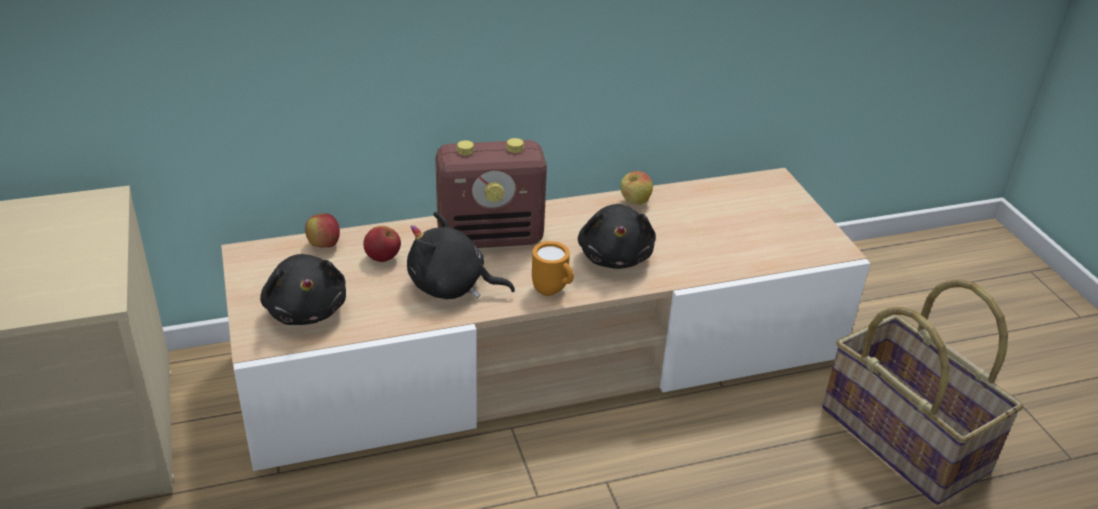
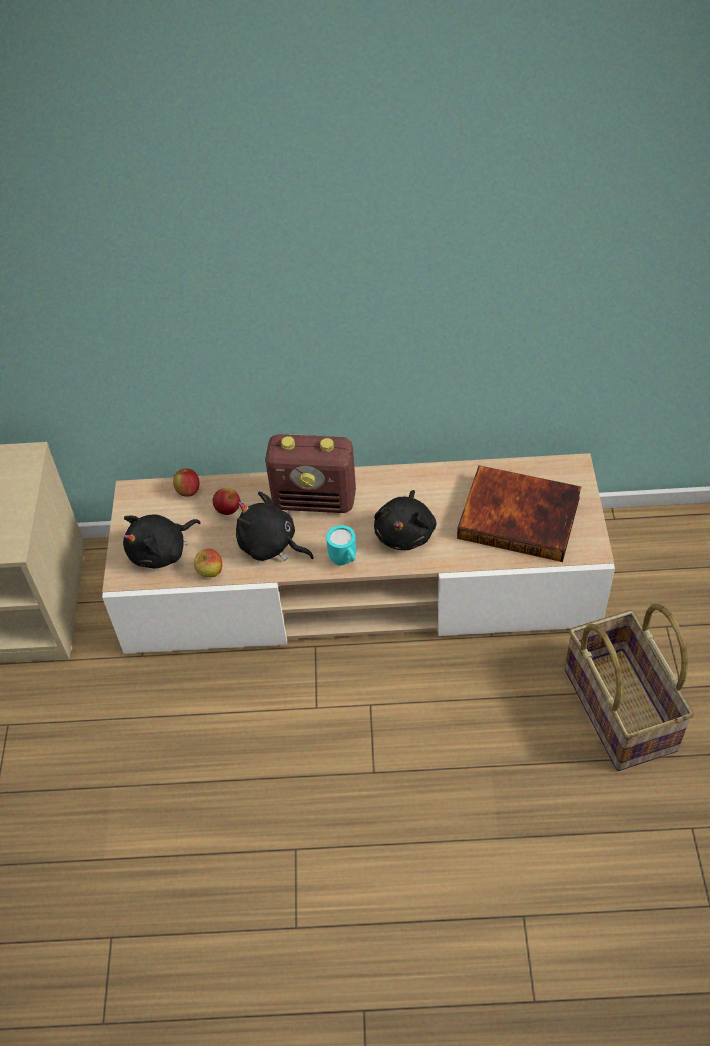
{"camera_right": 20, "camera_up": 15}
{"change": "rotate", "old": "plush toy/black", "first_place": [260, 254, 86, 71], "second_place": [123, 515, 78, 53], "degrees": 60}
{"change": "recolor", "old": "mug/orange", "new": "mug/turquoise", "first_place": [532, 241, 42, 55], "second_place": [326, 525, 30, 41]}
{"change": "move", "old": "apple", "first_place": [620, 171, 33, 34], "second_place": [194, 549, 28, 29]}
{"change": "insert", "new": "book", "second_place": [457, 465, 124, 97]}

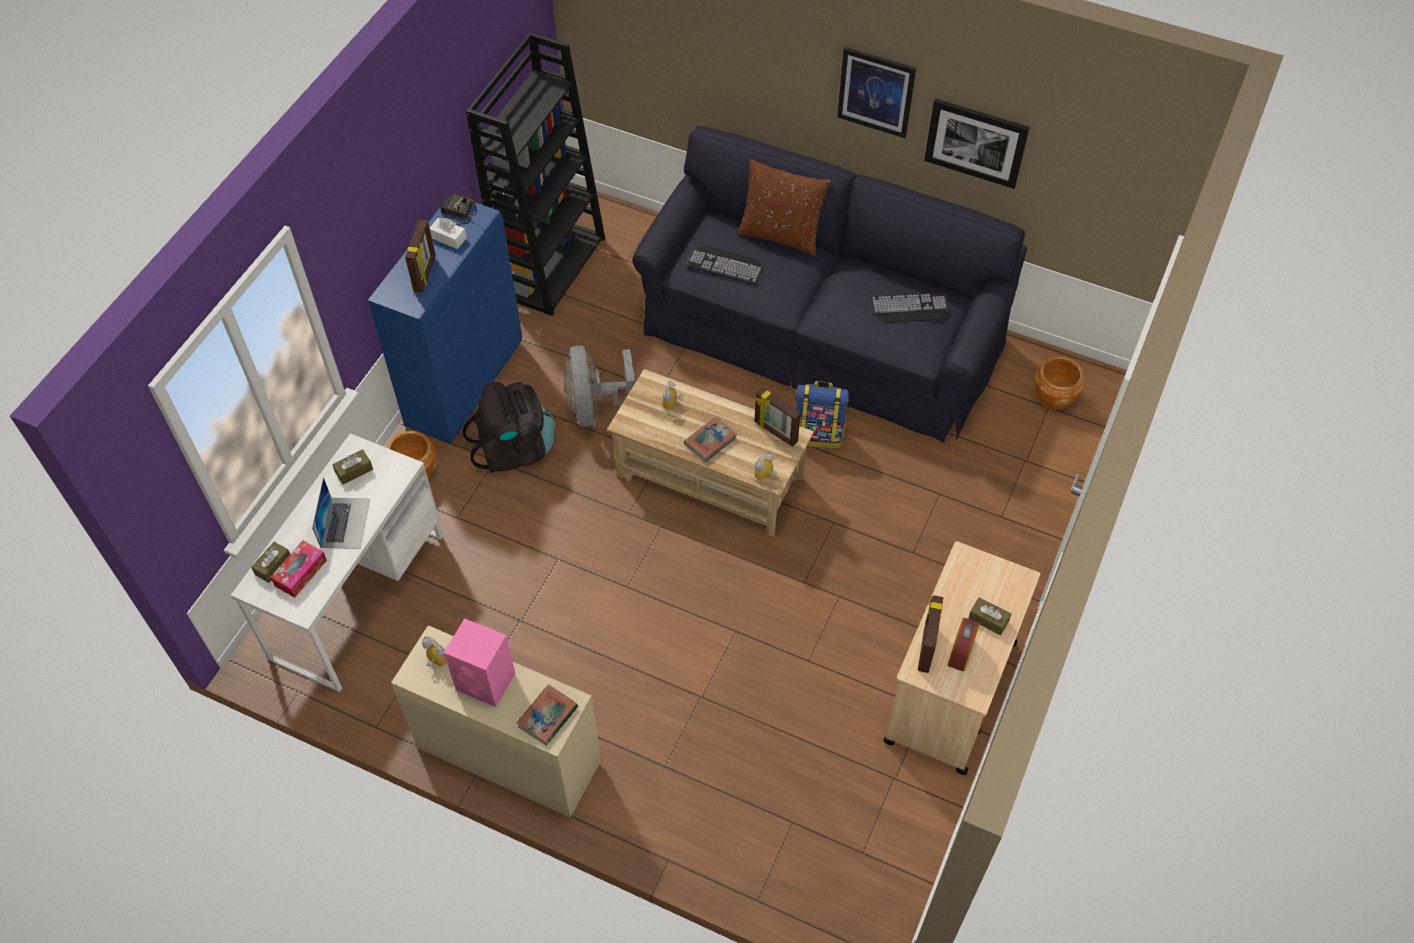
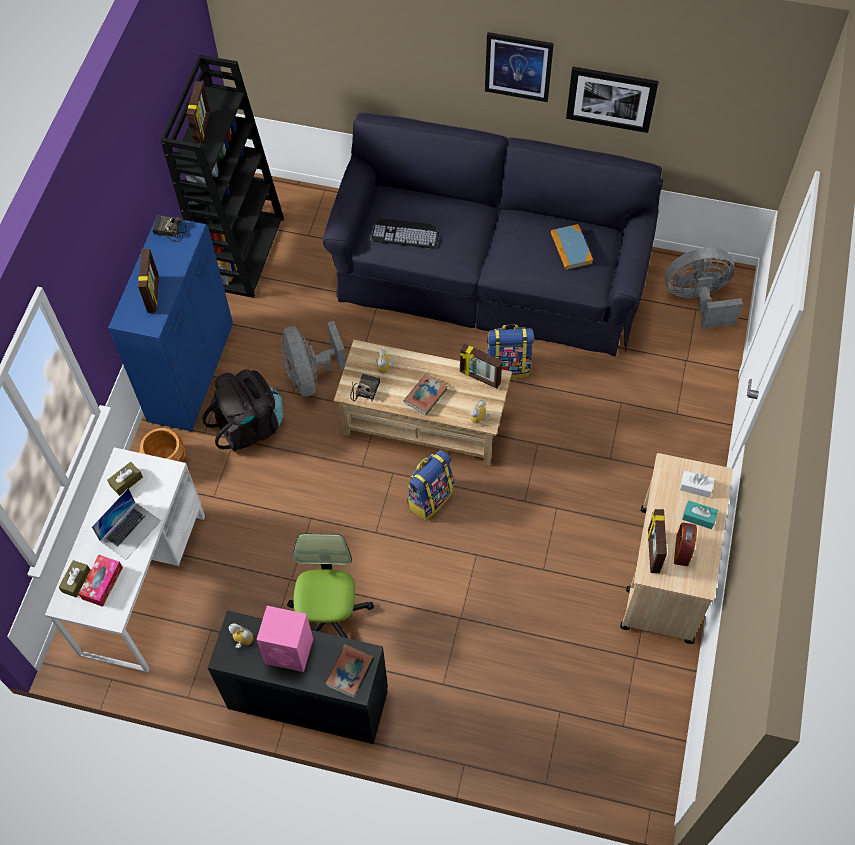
{"camera_right": -10, "camera_up": 5}
{"change": "rotate", "old": "laptop", "first_place": [312, 477, 58, 72], "second_place": [92, 488, 69, 72], "degrees": 45}
{"change": "recolor", "old": "desk/beige", "new": "desk/black", "first_place": [391, 625, 210, 193], "second_place": [208, 610, 180, 134]}
{"change": "move", "old": "tissue box/white", "first_place": [430, 218, 37, 31], "second_place": [680, 471, 35, 27]}
{"change": "delete", "old": "pillow/brown", "first_place": [737, 159, 94, 97]}
{"change": "replace", "old": "keyboard", "new": "book", "first_place": [869, 293, 80, 30], "second_place": [551, 224, 42, 46]}
{"change": "recolor", "old": "tissue box/brown", "new": "tissue box/turquoise", "first_place": [968, 597, 43, 38], "second_place": [682, 501, 36, 28]}
{"change": "replace", "old": "planter/brown", "new": "fan/grey", "first_place": [1033, 356, 51, 54], "second_place": [665, 248, 78, 81]}
{"change": "insert", "new": "picture frame", "second_place": [186, 81, 24, 63]}
{"change": "insert", "new": "office chair", "second_place": [287, 534, 87, 104]}
{"change": "insert", "new": "radio", "second_place": [350, 374, 30, 28]}
{"change": "insert", "new": "backpack", "second_place": [407, 450, 47, 71]}

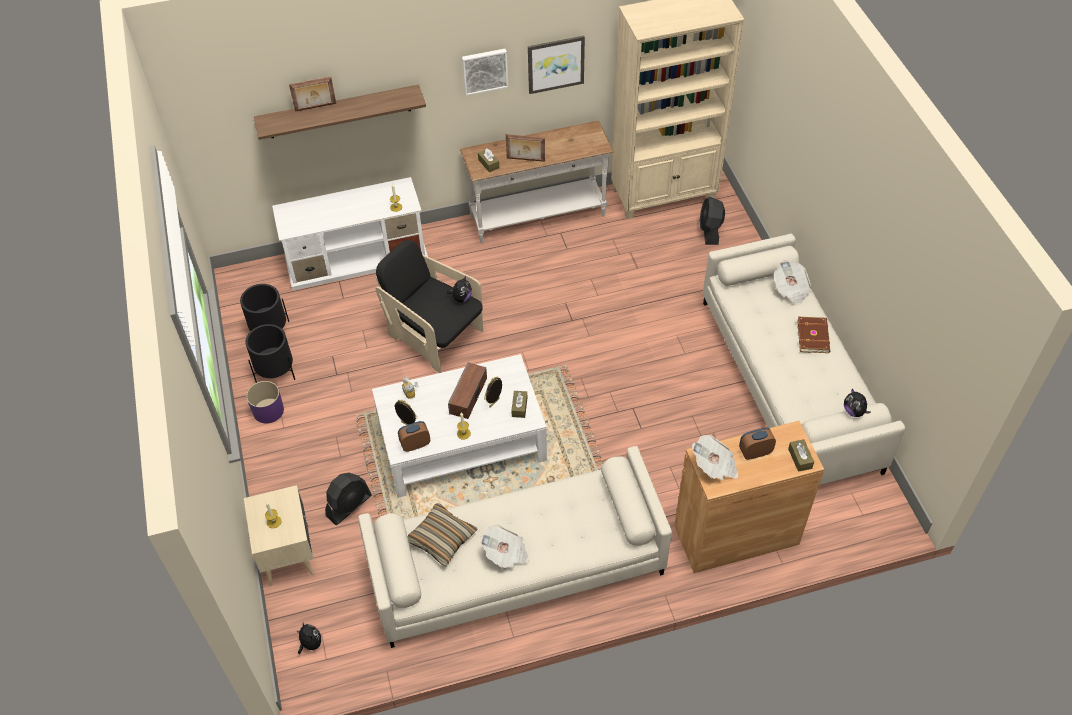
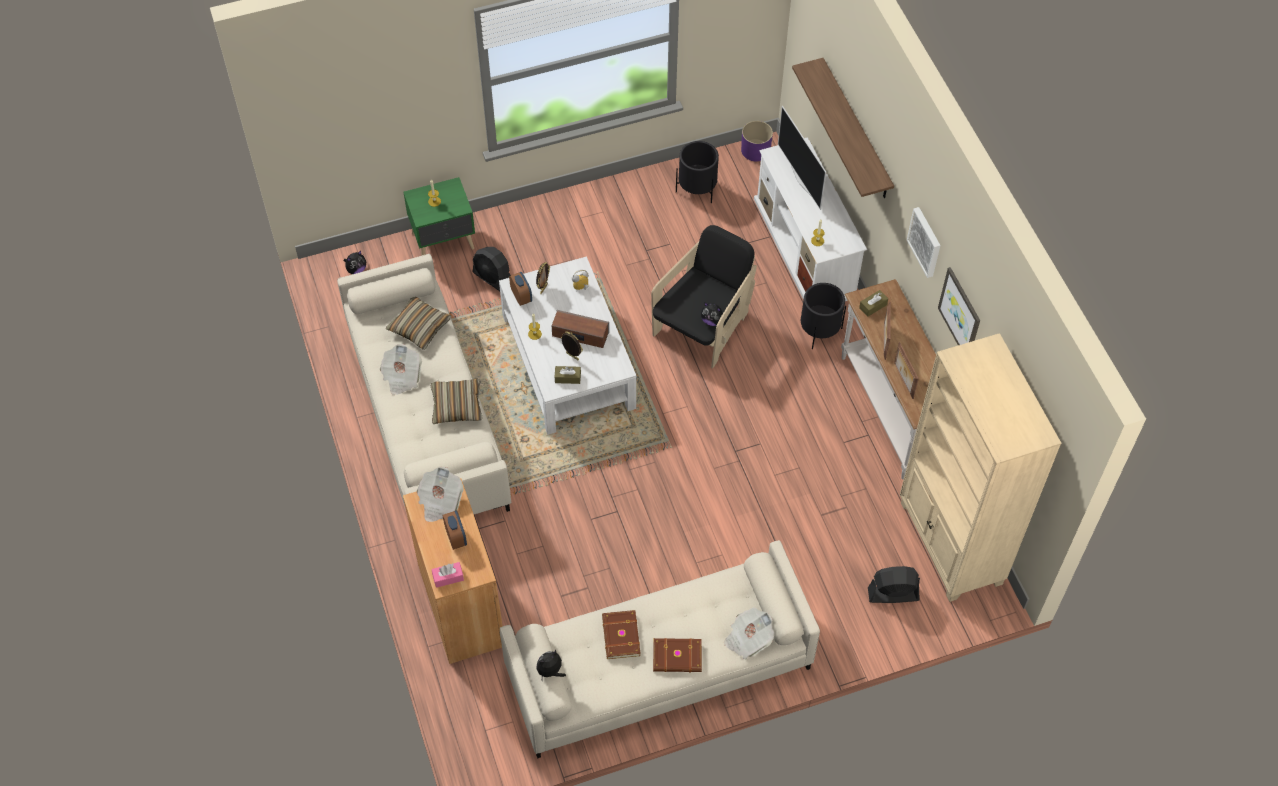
{"camera_right": 85, "camera_up": 5}
{"change": "recolor", "old": "nightstand/beige", "new": "nightstand/green", "first_place": [244, 485, 70, 101], "second_place": [403, 177, 72, 79]}
{"change": "move", "old": "planter/black", "first_place": [246, 324, 49, 59], "second_place": [801, 283, 45, 66]}
{"change": "move", "old": "planter/purple", "first_place": [246, 381, 38, 42], "second_place": [741, 121, 32, 41]}
{"change": "move", "old": "picture frame", "first_place": [289, 76, 47, 36], "second_place": [894, 342, 25, 57]}
{"change": "recolor", "old": "tissue box/brown", "new": "tissue box/pink", "first_place": [788, 439, 26, 33], "second_place": [432, 562, 32, 26]}
{"change": "insert", "new": "pillow", "second_place": [431, 378, 52, 46]}
{"change": "insert", "new": "book/brown", "second_place": [602, 610, 39, 49]}
{"change": "insert", "new": "television", "second_place": [778, 106, 49, 104]}

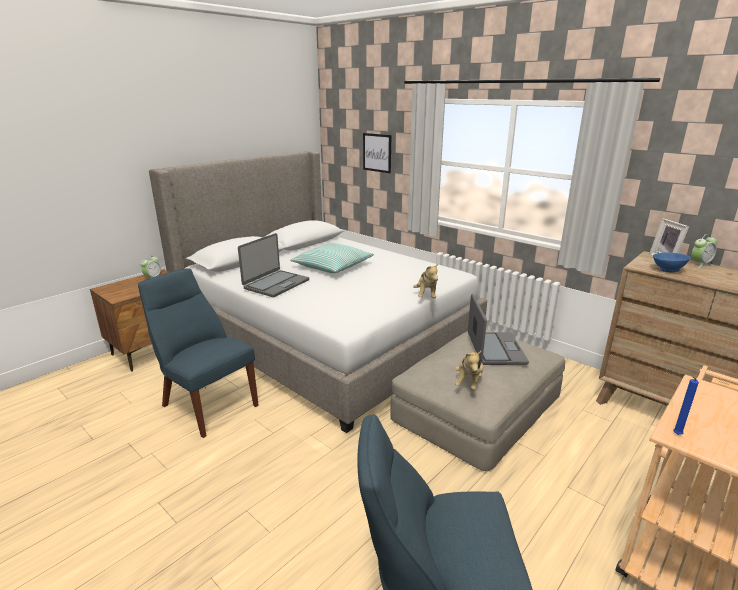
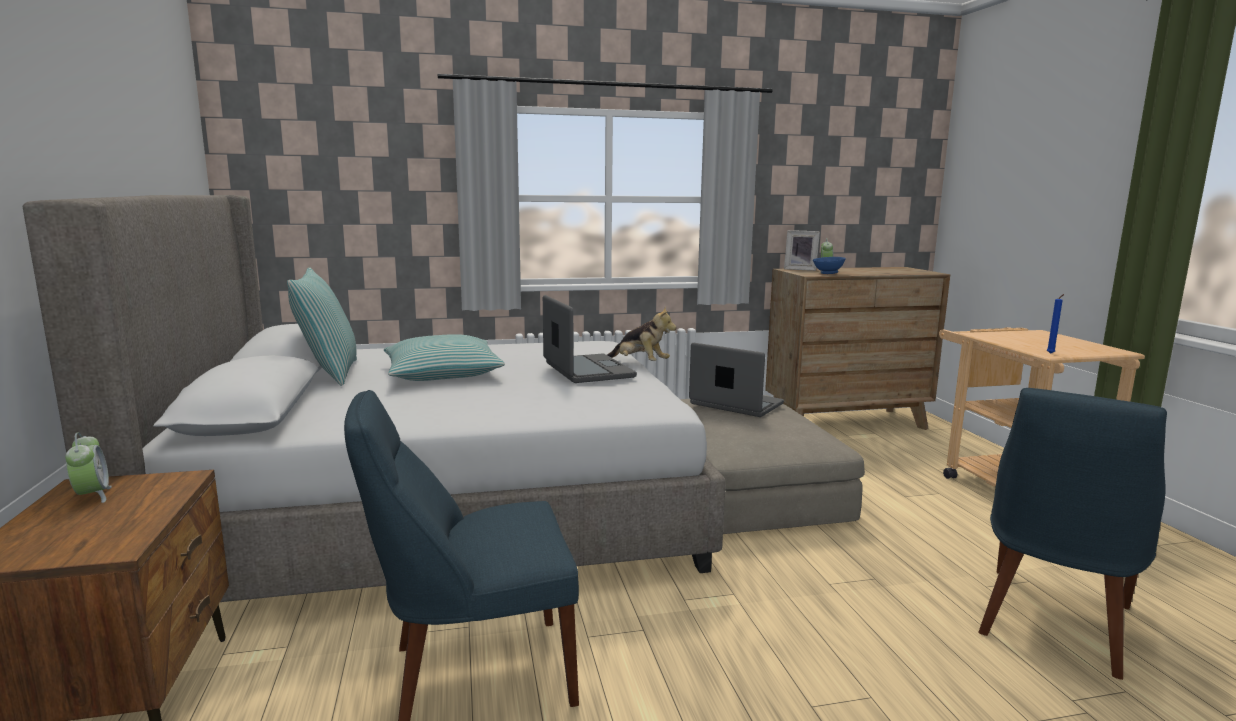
{"camera_right": -55, "camera_up": -10}
{"change": "move", "old": "laptop", "first_place": [238, 233, 71, 64], "second_place": [543, 295, 94, 88]}
{"change": "delete", "old": "picture", "first_place": [363, 133, 28, 40]}
{"change": "delete", "old": "plush toy", "first_place": [455, 350, 29, 40]}
{"change": "insert", "new": "pillow", "second_place": [287, 267, 70, 119]}

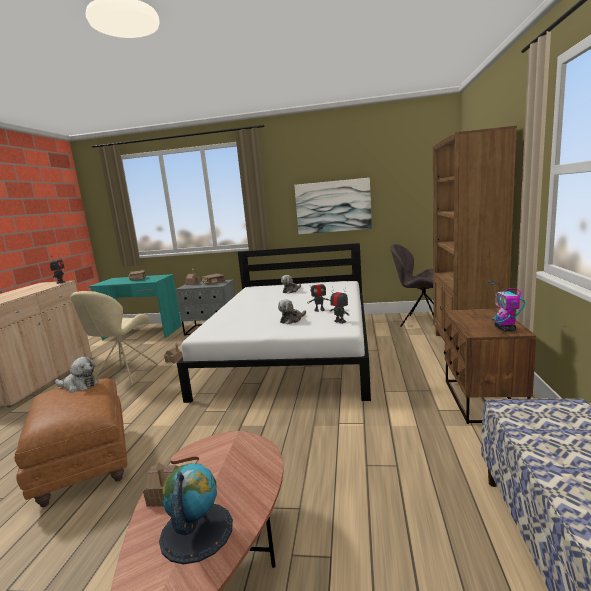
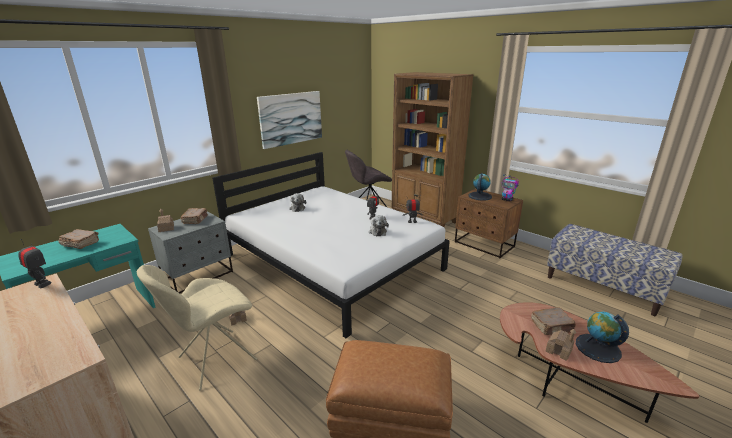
{"camera_right": -55, "camera_up": 10}
{"change": "delete", "old": "plush toy", "first_place": [55, 357, 43, 36]}
{"change": "rotate", "old": "chair/beige", "first_place": [70, 291, 88, 93], "second_place": [137, 265, 120, 125], "degrees": 90}
{"change": "insert", "new": "globe", "second_place": [468, 173, 24, 27]}
{"change": "insert", "new": "book/brown", "second_place": [531, 307, 45, 28]}

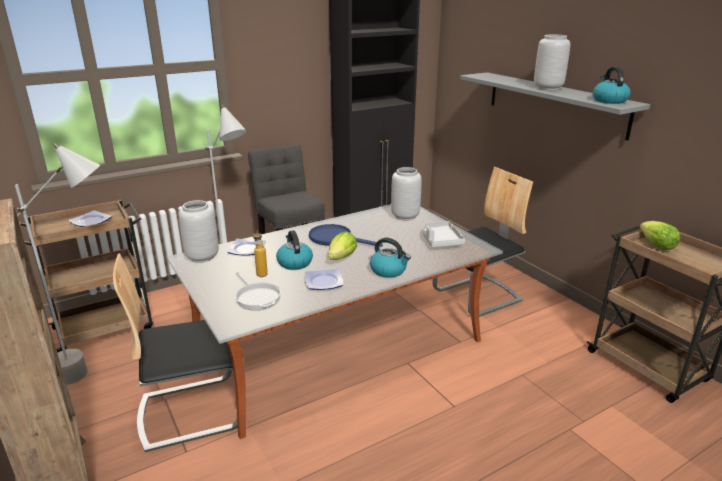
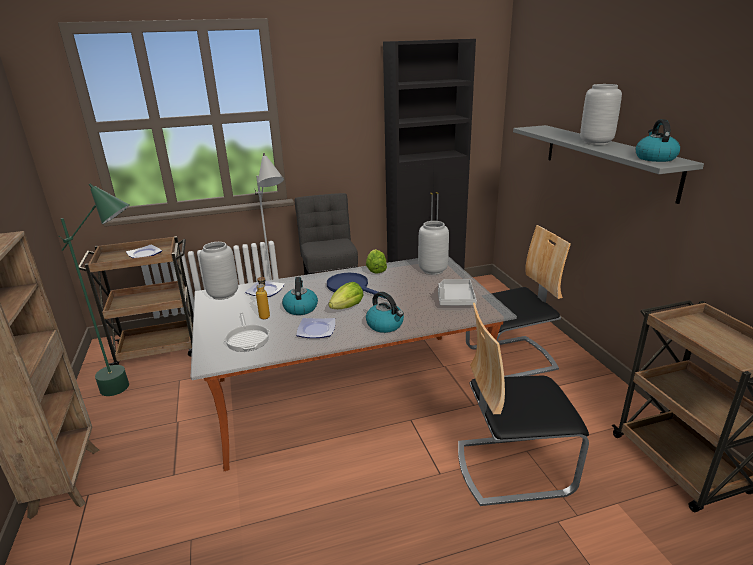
{"camera_right": 15, "camera_up": 0}
{"change": "recolor", "old": "floor lamp/grey", "new": "floor lamp/green", "first_place": [14, 143, 86, 242], "second_place": [58, 184, 72, 212]}
{"change": "move", "old": "chair", "first_place": [113, 253, 125, 199], "second_place": [458, 303, 131, 203]}
{"change": "move", "old": "lettuce", "first_place": [640, 221, 40, 29], "second_place": [366, 249, 21, 25]}

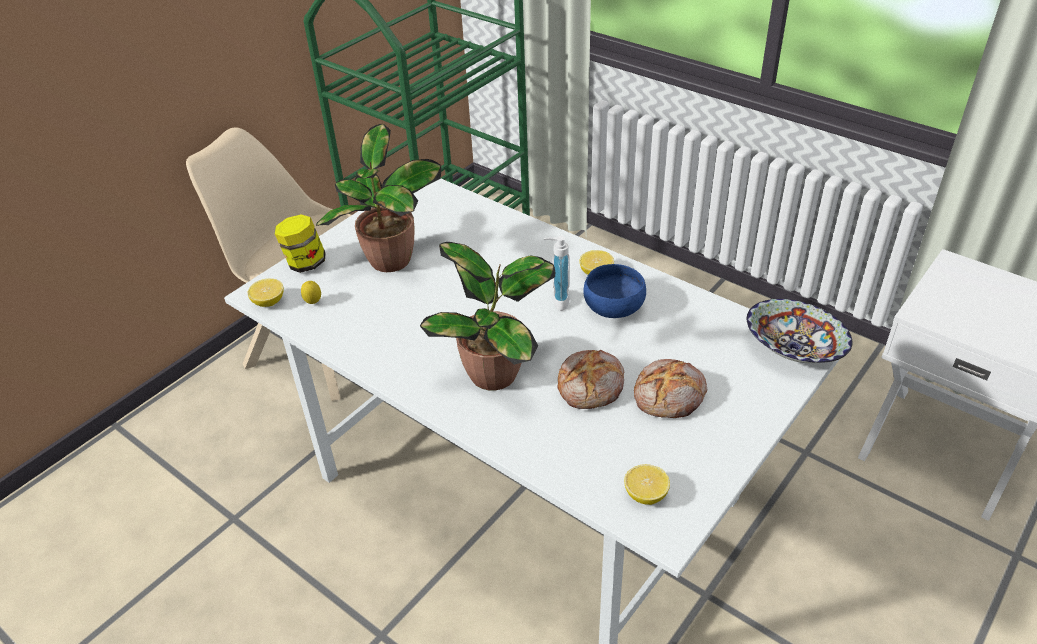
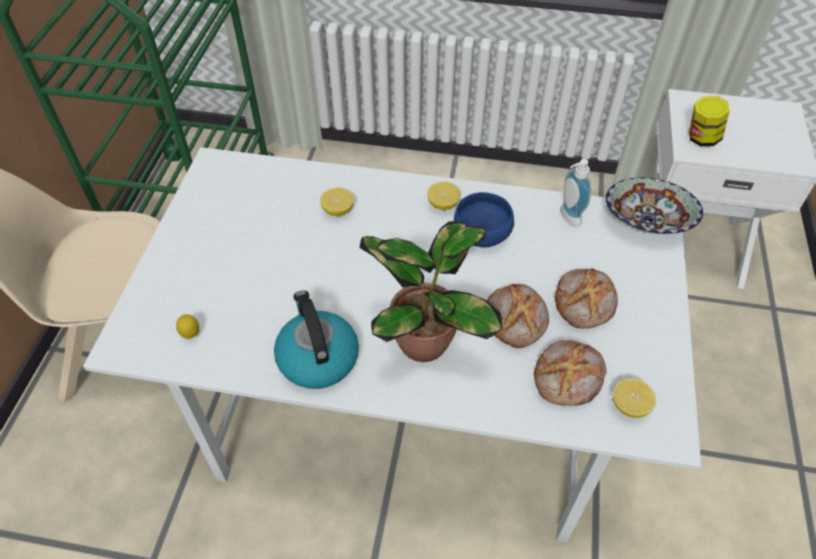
{"camera_right": -30, "camera_up": 10}
{"change": "move", "old": "lemon", "first_place": [248, 279, 36, 28], "second_place": [320, 187, 34, 29]}
{"change": "move", "old": "jar", "first_place": [275, 214, 51, 59], "second_place": [689, 96, 41, 50]}
{"change": "delete", "old": "potted plant", "first_place": [316, 124, 125, 148]}
{"change": "move", "old": "soap dispenser", "first_place": [544, 236, 26, 75], "second_place": [560, 159, 31, 68]}
{"change": "insert", "new": "kettle", "second_place": [274, 291, 85, 98]}
{"change": "insert", "new": "bread", "second_place": [534, 340, 73, 66]}

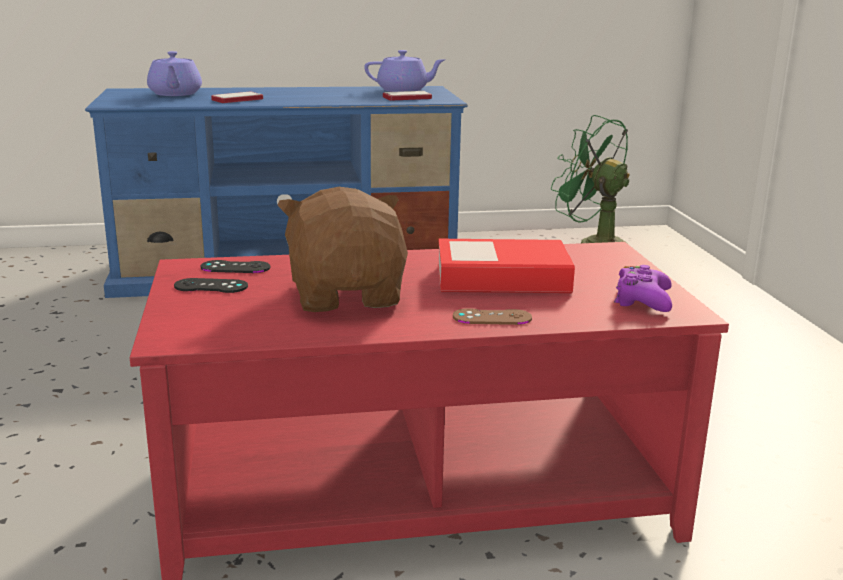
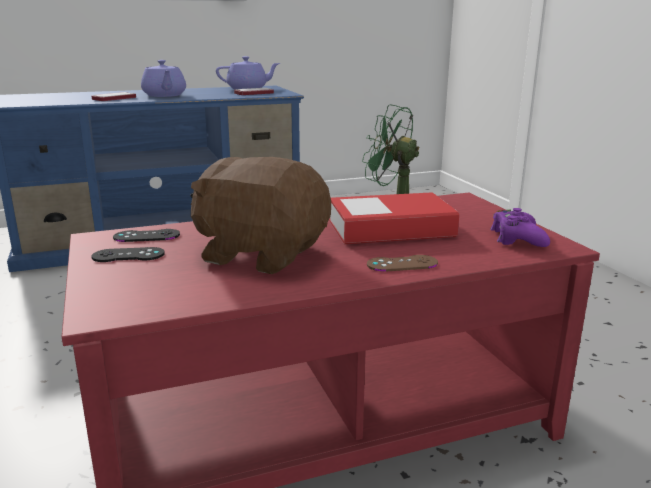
{"camera_right": -10, "camera_up": 0}
{"change": "move", "old": "teapot/purple", "first_place": [147, 51, 55, 45], "second_place": [141, 60, 45, 37]}
{"change": "rotate", "old": "plush toy/brown", "first_place": [278, 187, 130, 125], "second_place": [190, 157, 141, 117], "degrees": -45}

